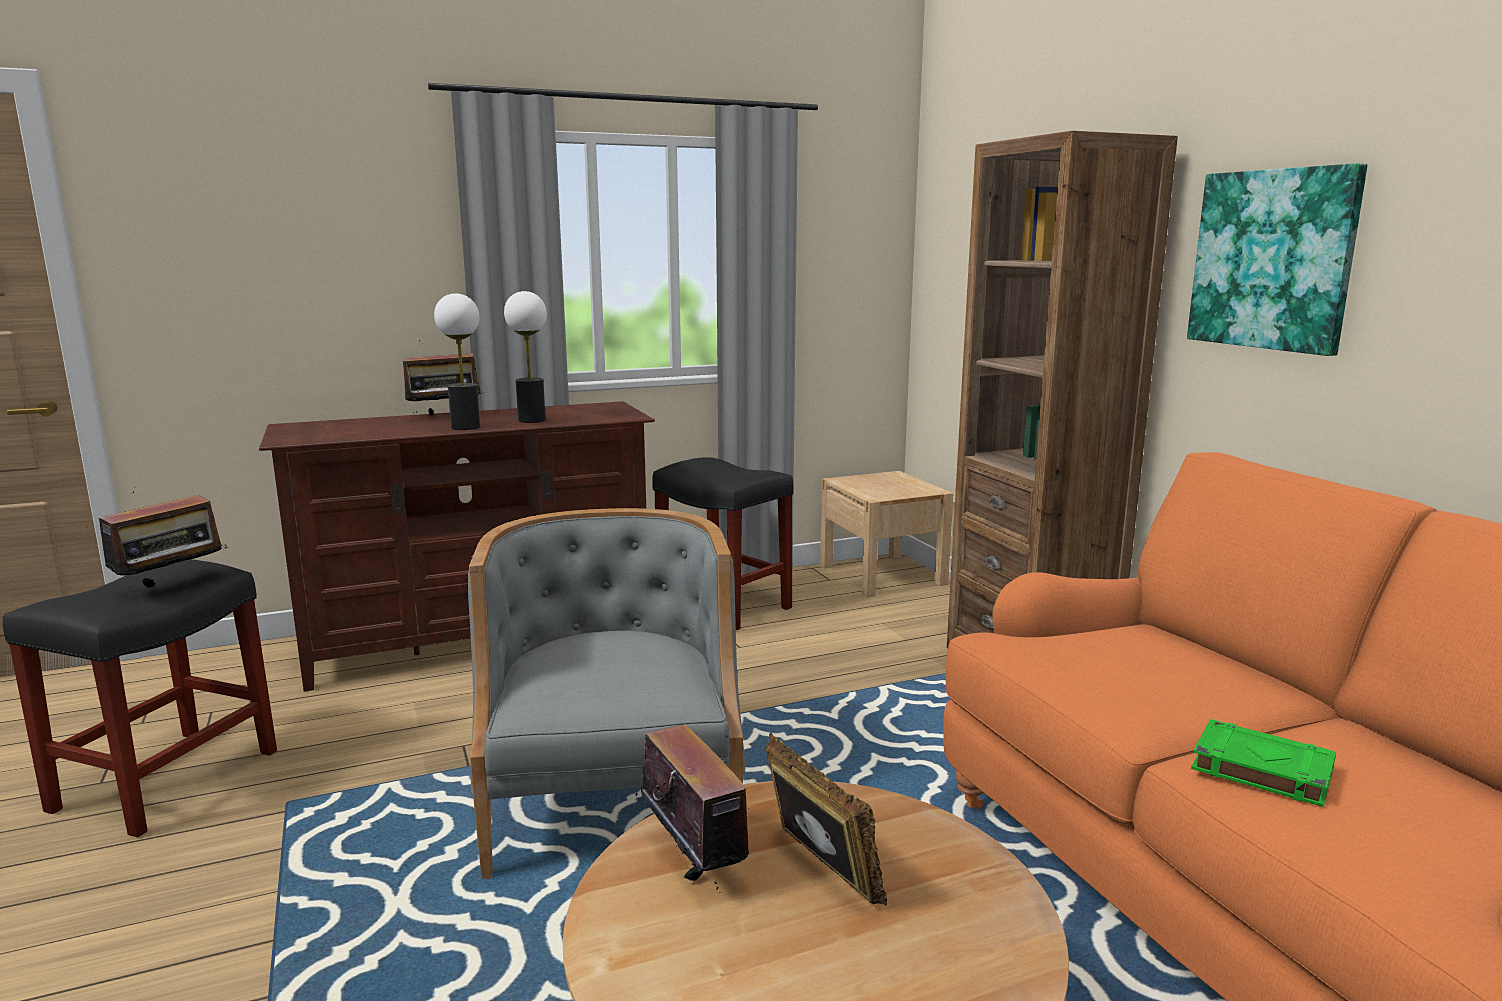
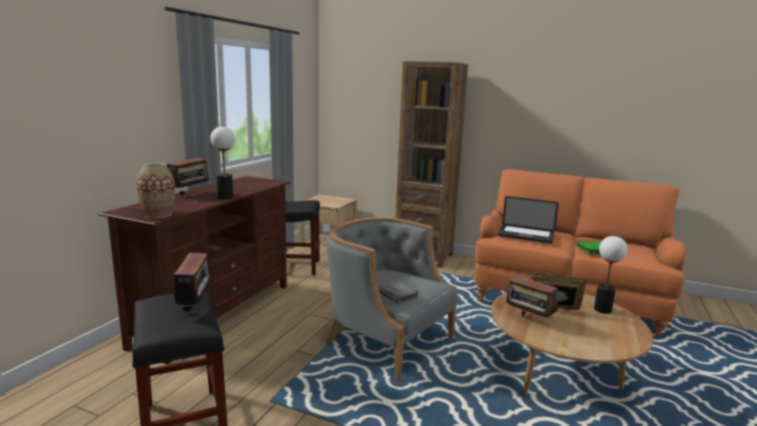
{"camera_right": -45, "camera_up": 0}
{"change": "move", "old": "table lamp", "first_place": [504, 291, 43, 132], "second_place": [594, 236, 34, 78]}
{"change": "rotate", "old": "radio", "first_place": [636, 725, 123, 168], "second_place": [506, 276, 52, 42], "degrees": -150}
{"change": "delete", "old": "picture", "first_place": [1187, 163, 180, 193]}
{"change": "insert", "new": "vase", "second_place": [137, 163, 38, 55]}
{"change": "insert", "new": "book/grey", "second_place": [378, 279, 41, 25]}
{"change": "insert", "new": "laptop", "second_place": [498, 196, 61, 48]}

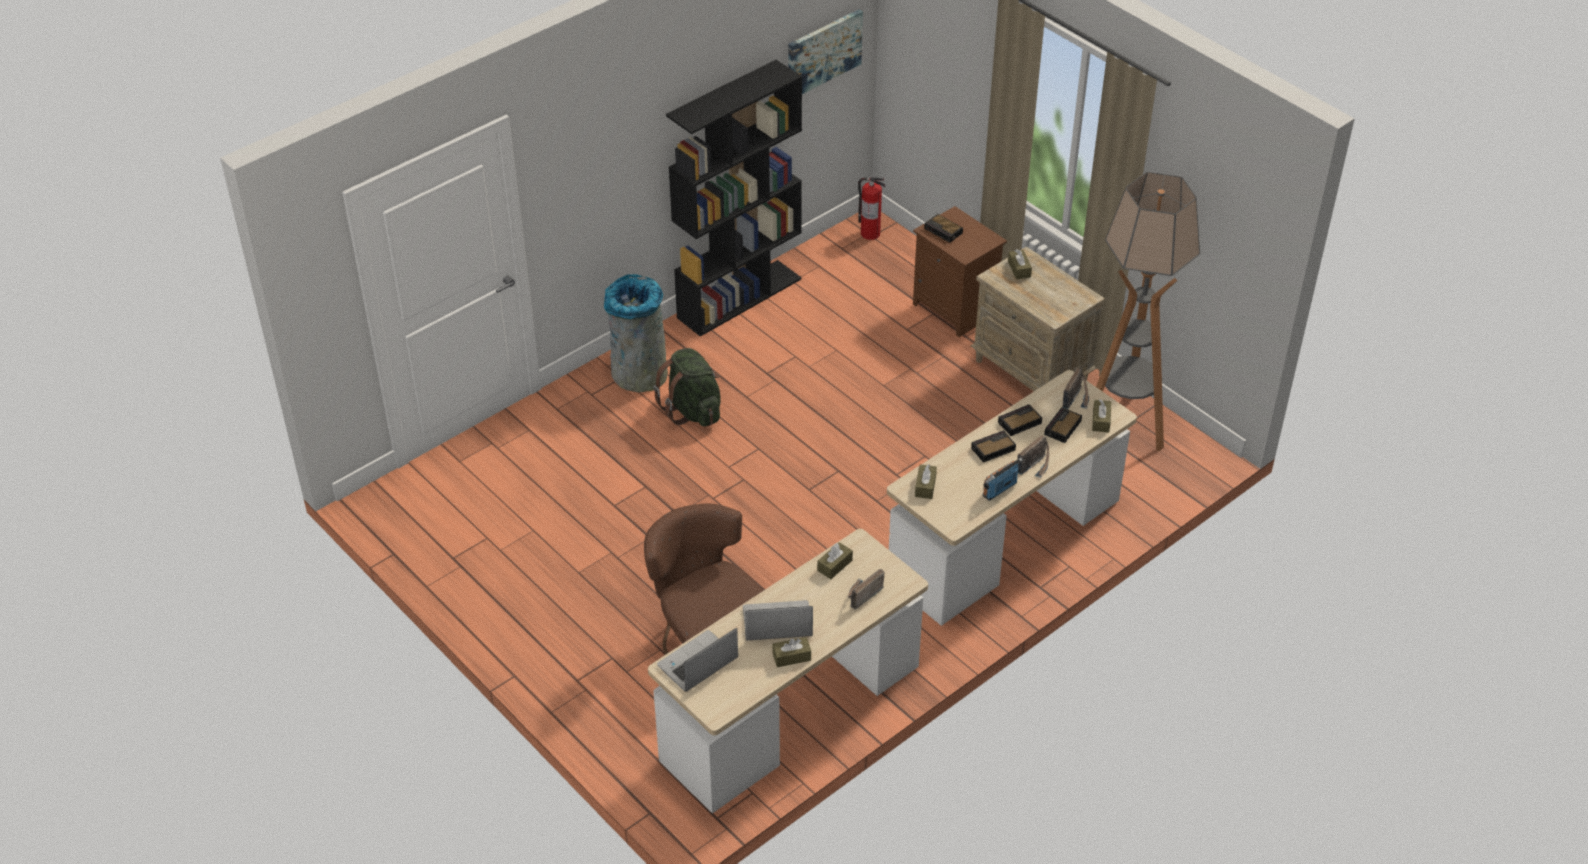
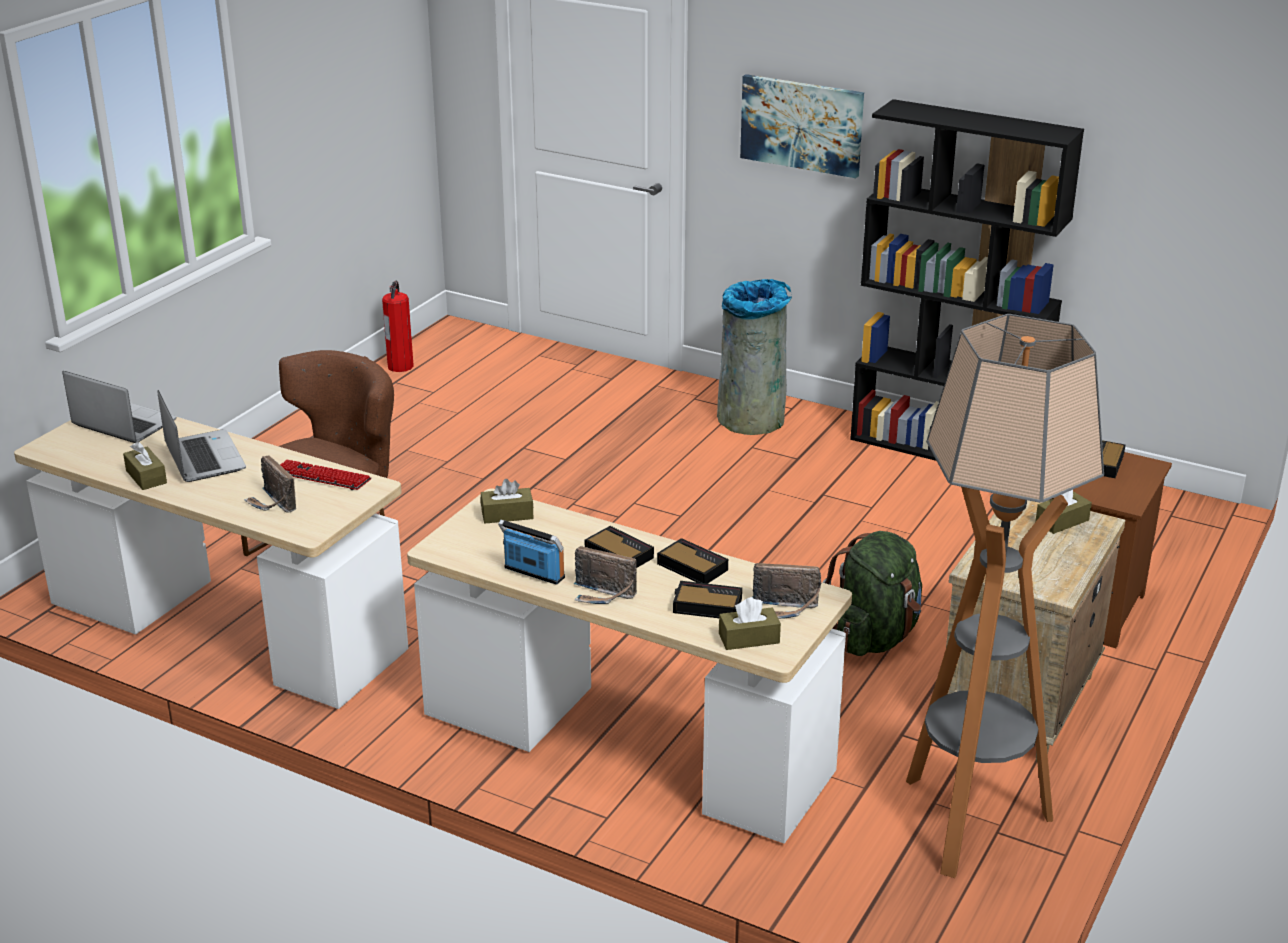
{"camera_right": 70, "camera_up": -15}
{"change": "move", "old": "backpack/green", "first_place": [653, 348, 68, 79], "second_place": [823, 531, 99, 125]}
{"change": "move", "old": "picture", "first_place": [788, 9, 75, 85], "second_place": [740, 74, 124, 104]}
{"change": "replace", "old": "tissue box/brown", "new": "keyboard", "first_place": [817, 542, 36, 37], "second_place": [280, 459, 91, 31]}
{"change": "rotate", "old": "radio", "first_place": [848, 569, 37, 40], "second_place": [244, 455, 52, 58], "degrees": -150}
{"change": "move", "old": "fire extinguisher", "first_place": [858, 177, 27, 63], "second_place": [382, 281, 32, 91]}

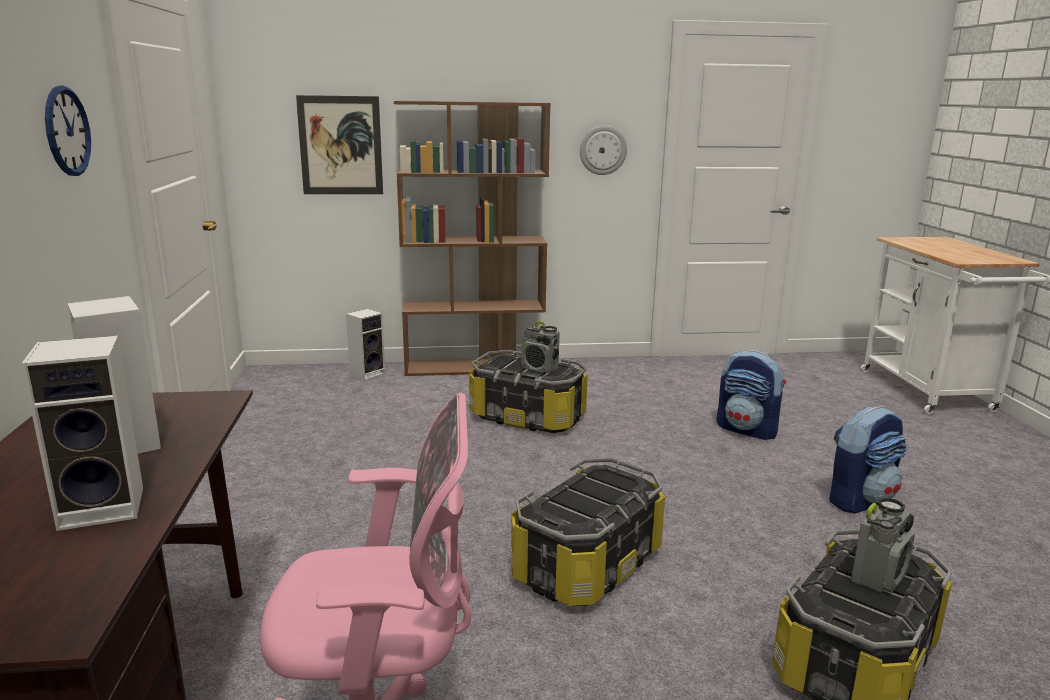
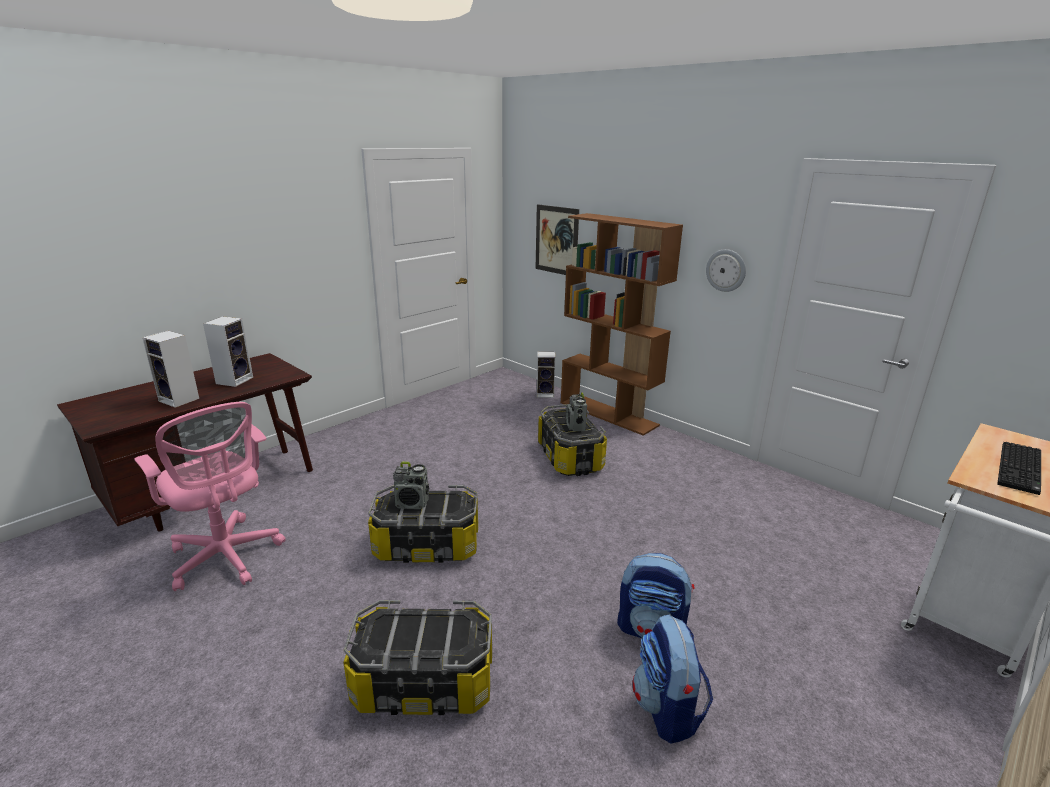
{"camera_right": 50, "camera_up": 5}
{"change": "delete", "old": "wall clock", "first_place": [45, 85, 46, 91]}
{"change": "move", "old": "backpack", "first_place": [716, 350, 70, 90], "second_place": [633, 614, 80, 129]}
{"change": "move", "old": "radio", "first_place": [851, 497, 64, 96], "second_place": [393, 462, 36, 47]}
{"change": "insert", "new": "keyboard", "second_place": [997, 442, 44, 53]}

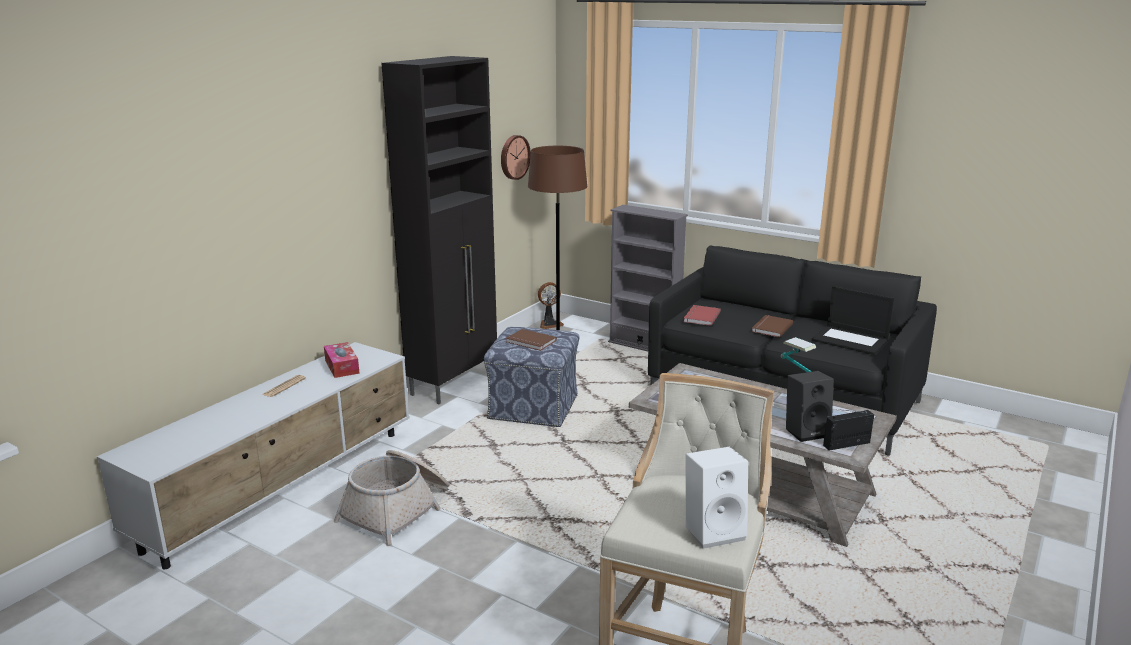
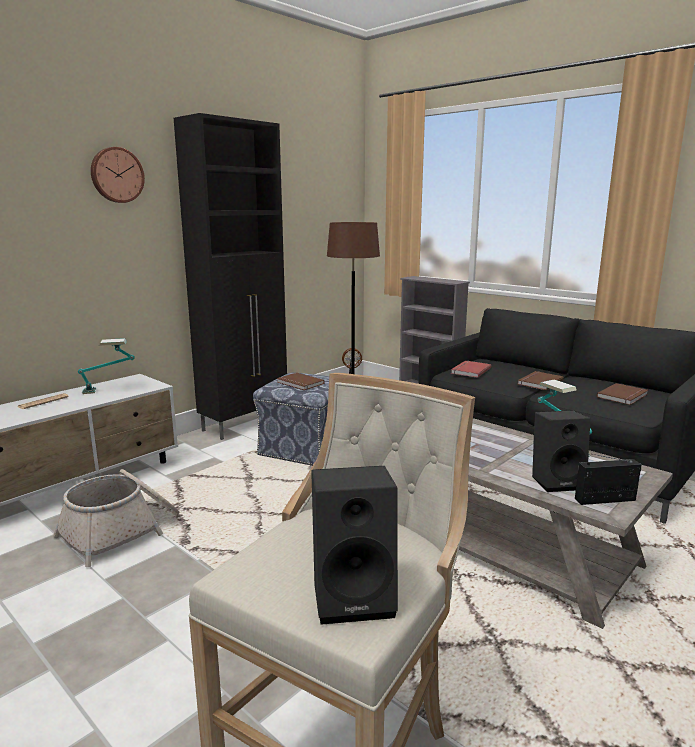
{"camera_right": 10, "camera_up": -5}
{"change": "replace", "old": "tissue box", "new": "table lamp", "first_place": [324, 342, 36, 36], "second_place": [78, 338, 57, 56]}
{"change": "move", "old": "wall clock", "first_place": [501, 135, 30, 45], "second_place": [91, 147, 54, 56]}
{"change": "recolor", "old": "speaker/white", "new": "speaker/black", "first_place": [686, 447, 62, 102], "second_place": [311, 466, 87, 159]}
{"change": "replace", "old": "laptop", "new": "book/brown", "first_place": [812, 286, 82, 69], "second_place": [597, 383, 51, 22]}

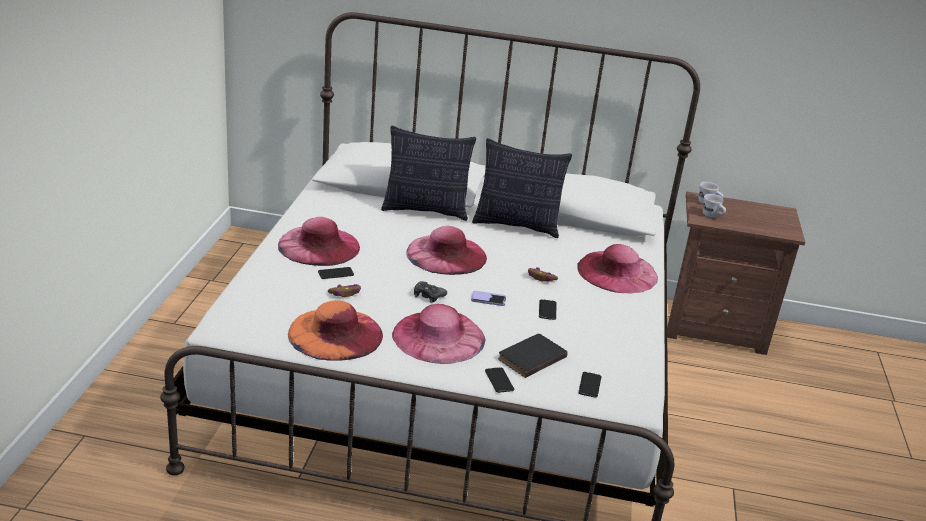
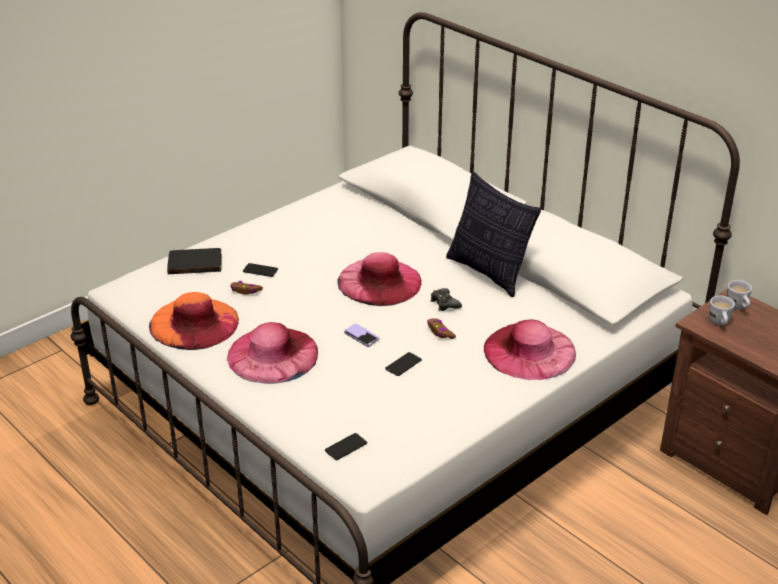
{"camera_right": 40, "camera_up": 5}
{"change": "delete", "old": "hat/pink", "first_place": [278, 217, 82, 49]}
{"change": "delete", "old": "pillow", "first_place": [381, 126, 95, 95]}
{"change": "move", "old": "game controller/black", "first_place": [414, 281, 33, 22], "second_place": [430, 288, 32, 23]}
{"change": "delete", "old": "phone", "first_place": [485, 367, 29, 26]}
{"change": "move", "old": "book/black", "first_place": [498, 334, 70, 44], "second_place": [167, 248, 55, 26]}

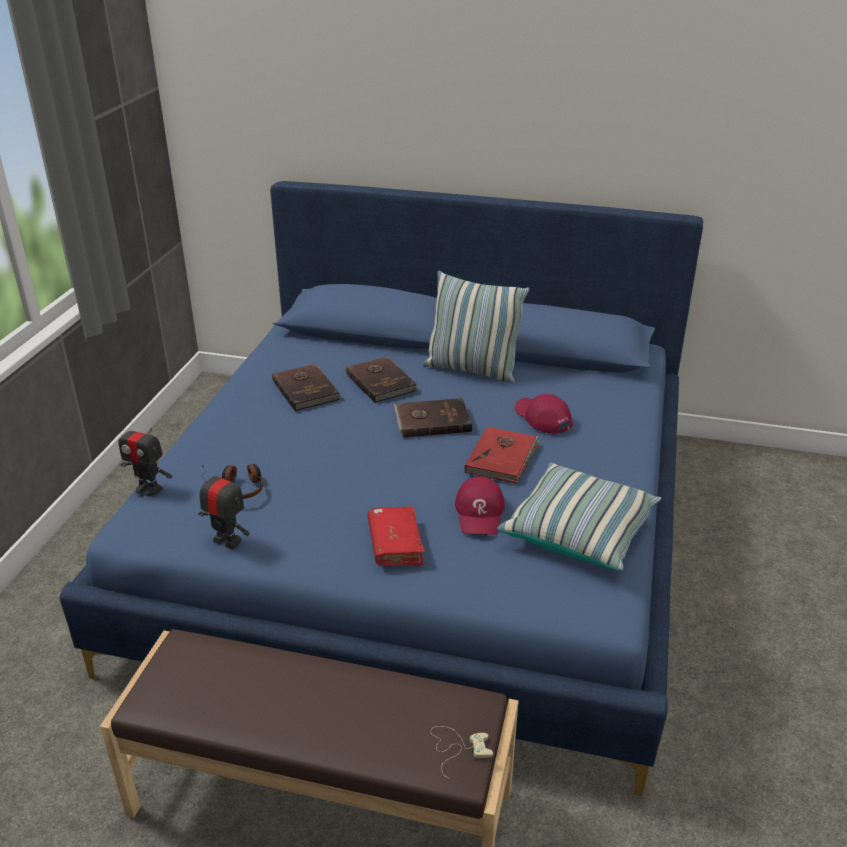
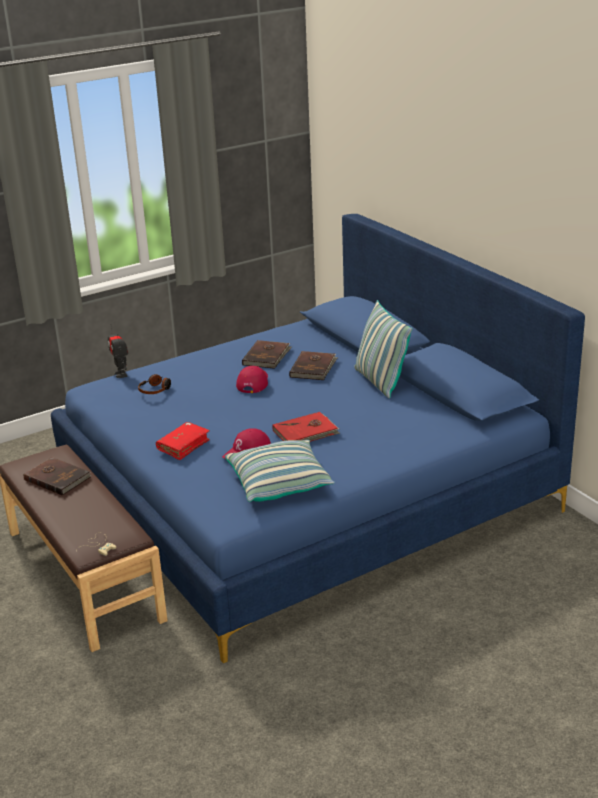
{"camera_right": 45, "camera_up": -5}
{"change": "delete", "old": "toy robot", "first_place": [199, 465, 50, 85]}
{"change": "move", "old": "book/brown", "first_place": [394, 398, 78, 40], "second_place": [24, 457, 67, 39]}
{"change": "move", "old": "cap/red", "first_place": [515, 394, 58, 40], "second_place": [236, 366, 32, 27]}

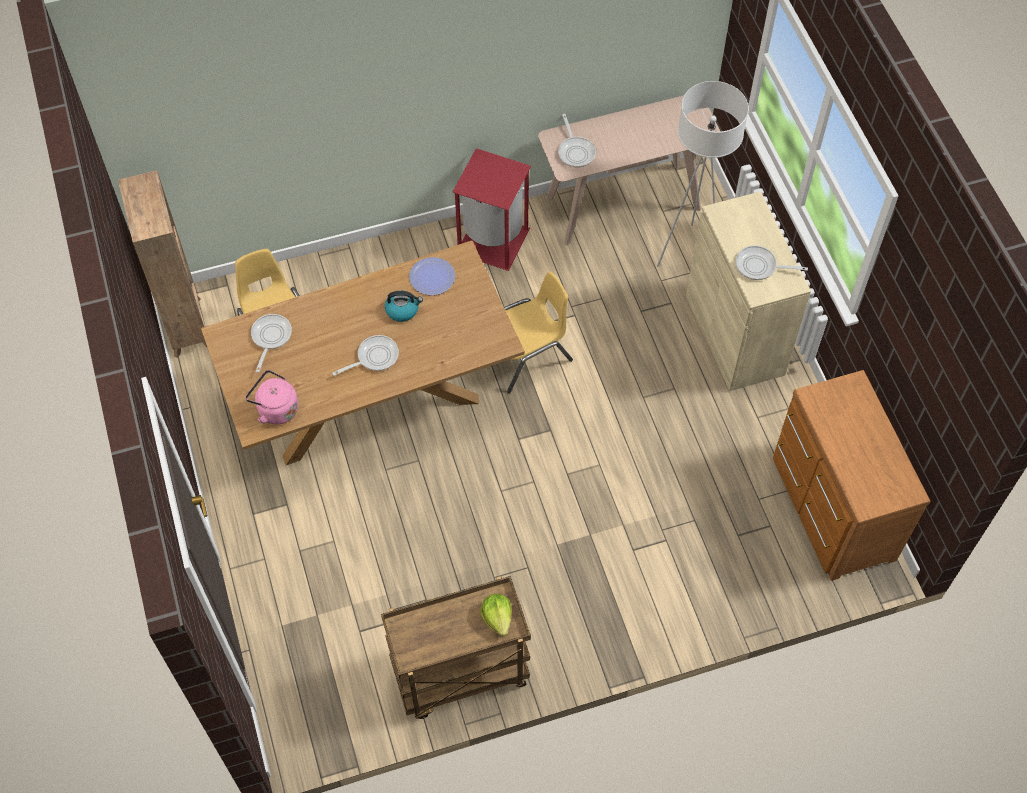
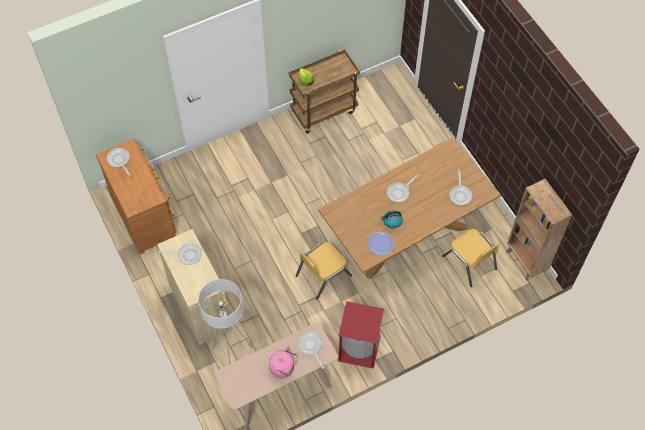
{"camera_right": 170, "camera_up": 0}
{"change": "move", "old": "kettle/pink", "first_place": [245, 370, 53, 55], "second_place": [269, 347, 29, 31]}
{"change": "insert", "new": "frying pan", "second_place": [107, 148, 24, 29]}

